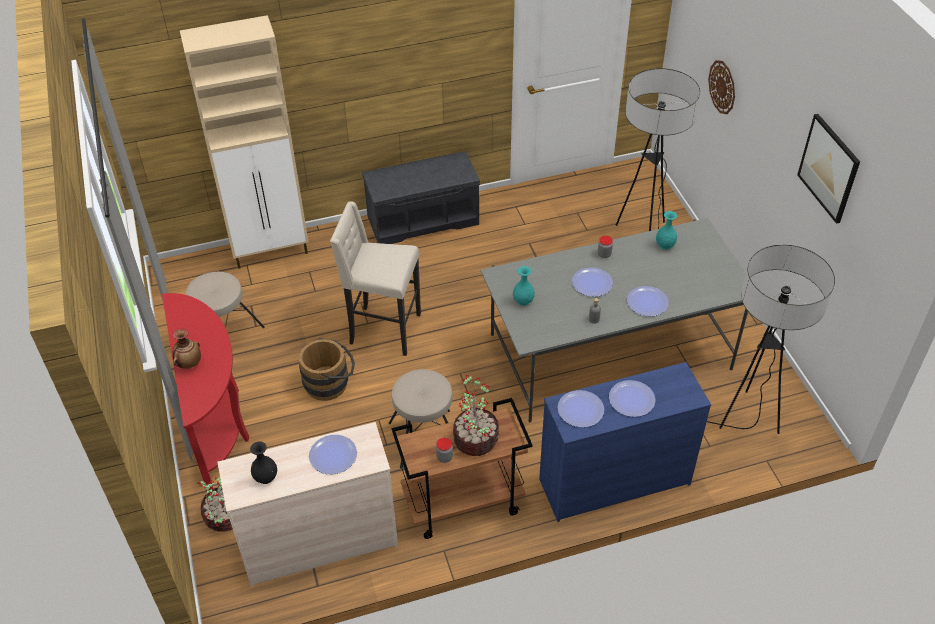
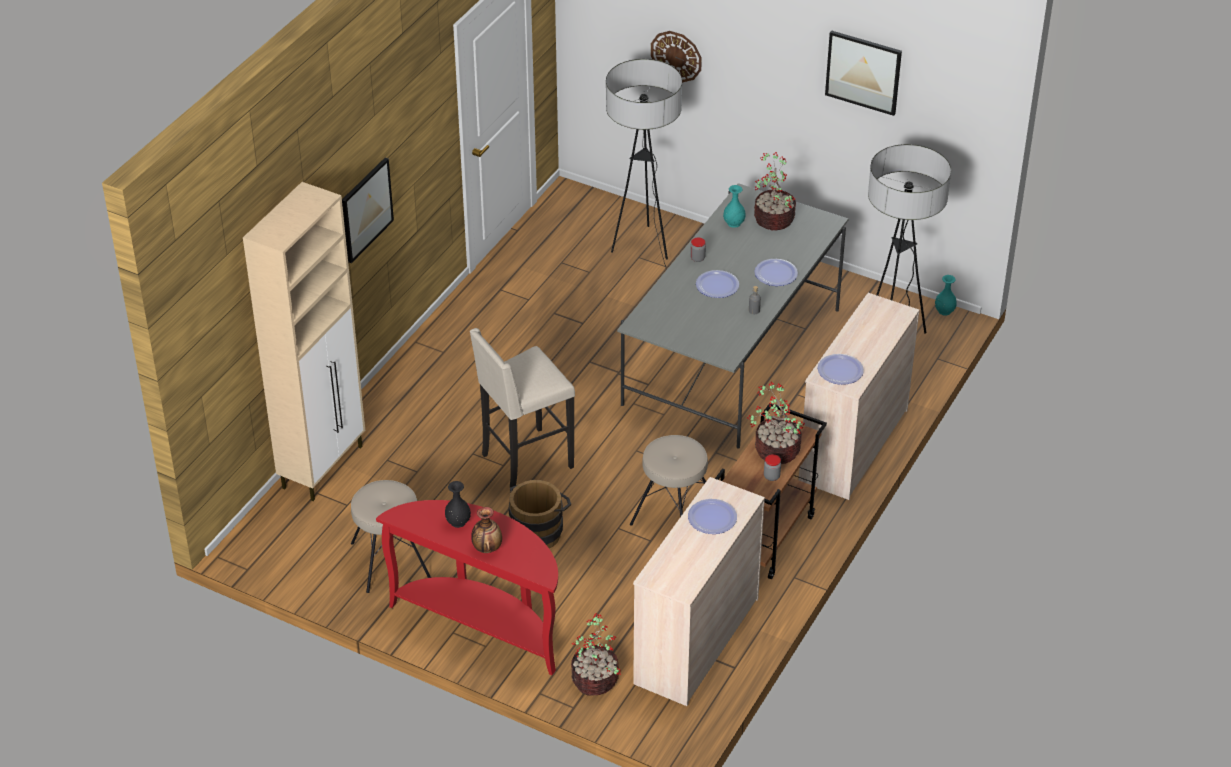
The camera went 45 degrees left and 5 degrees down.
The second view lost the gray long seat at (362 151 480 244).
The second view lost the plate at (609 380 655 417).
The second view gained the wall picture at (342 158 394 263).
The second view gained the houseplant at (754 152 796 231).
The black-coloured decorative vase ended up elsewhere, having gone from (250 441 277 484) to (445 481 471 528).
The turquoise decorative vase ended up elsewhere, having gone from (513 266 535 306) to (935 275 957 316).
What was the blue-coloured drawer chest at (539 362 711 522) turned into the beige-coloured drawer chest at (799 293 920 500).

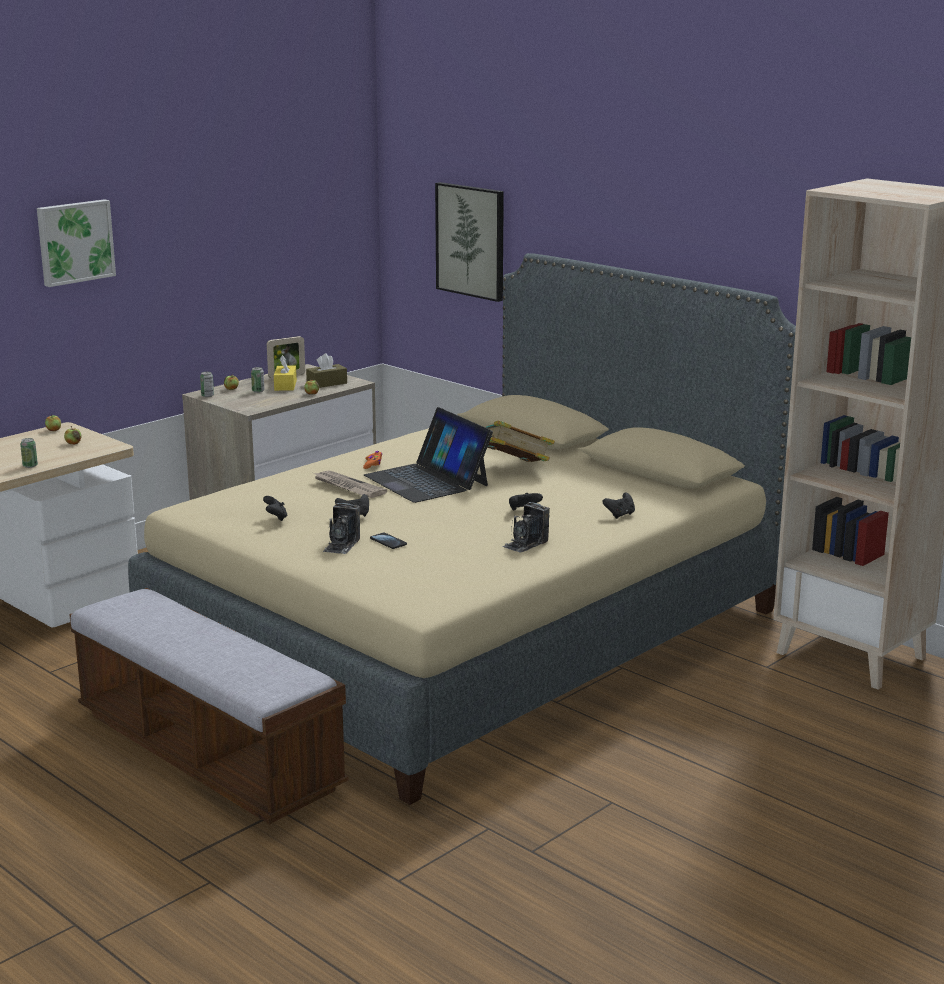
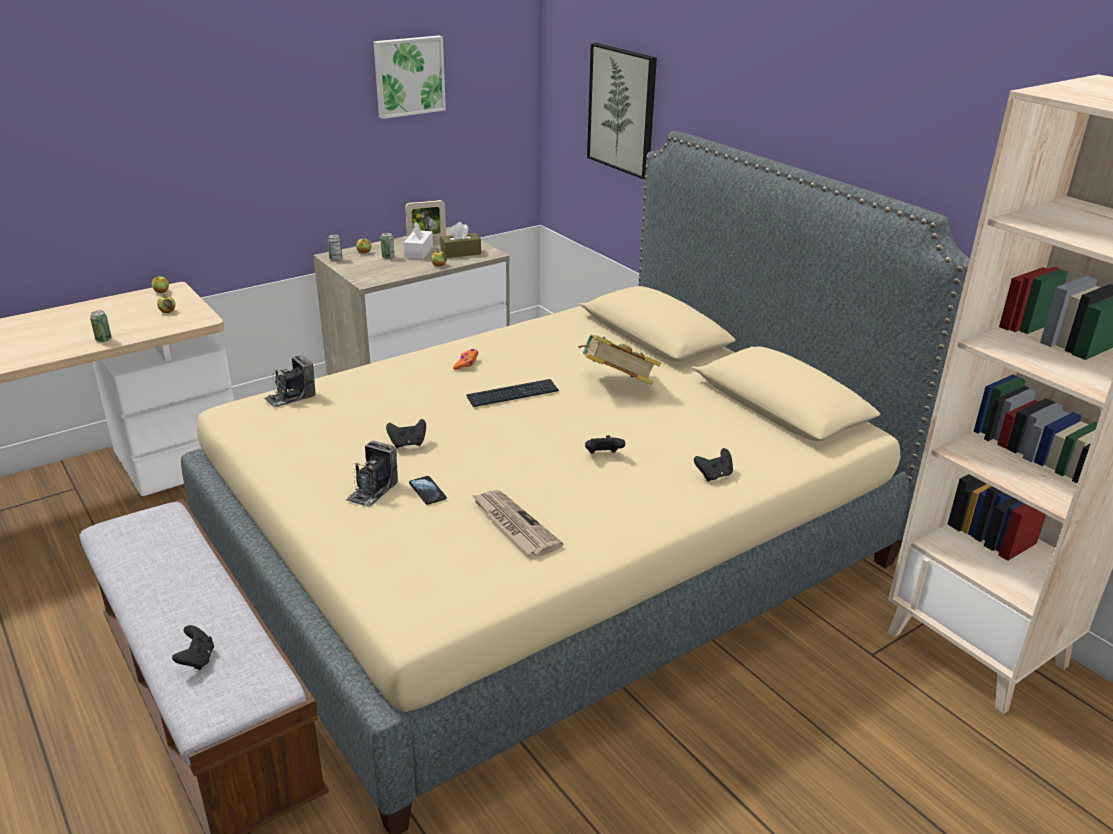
The camera went 10 degrees right and 10 degrees up.
The wall picture ended up elsewhere, having gone from (37 199 116 287) to (373 35 446 119).
The black-coloured gamepad ended up elsewhere, having gone from (263 496 287 521) to (172 625 214 670).
The printed paper ended up elsewhere, having gone from (313 471 387 498) to (472 490 564 557).
The photo camera ended up elsewhere, having gone from (502 502 550 553) to (263 355 315 408).
Where the notebook computer stood at (364 407 493 503), the computer keyboard came to stand at (467 379 559 407).
What was the yellowish box of tissues at (274 355 297 391) turned into the whitish box of tissues at (403 222 433 259).

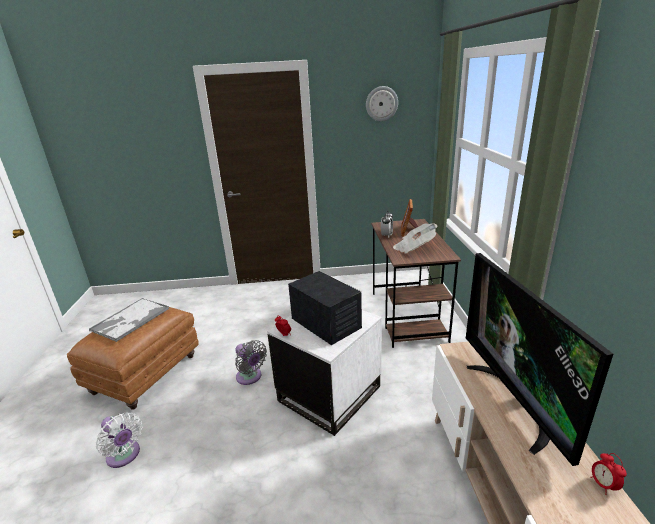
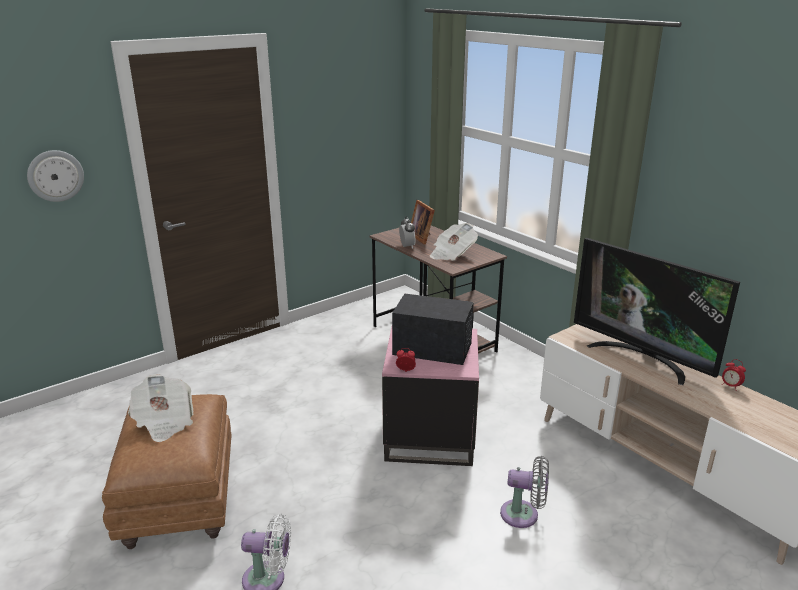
The camera went 35 degrees left and 0 degrees up.
The gray electric fan ended up elsewhere, having gone from (235 340 267 385) to (500 456 549 528).
The clock on the wall ended up elsewhere, having gone from (366 86 398 121) to (27 150 84 202).
Where the carrying tray stood at (89 298 169 342), the printed paper came to stand at (128 374 193 442).
What was the whitish end table at (267 310 382 436) turned into the pink-coloured end table at (382 327 479 466).

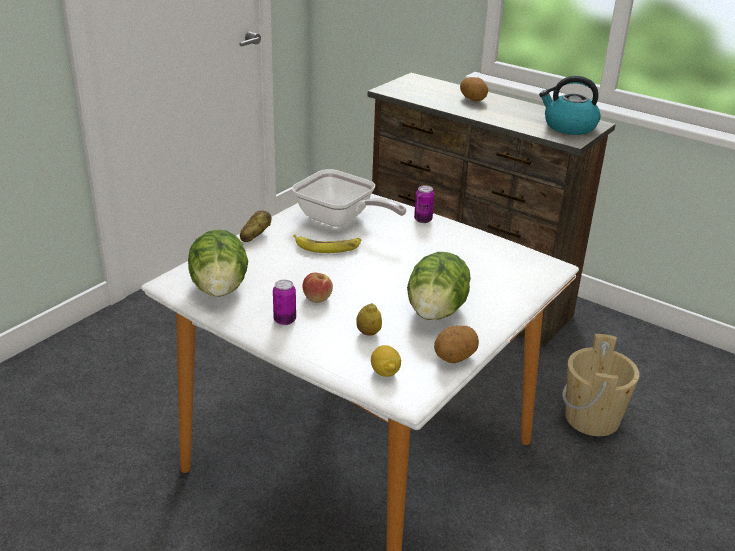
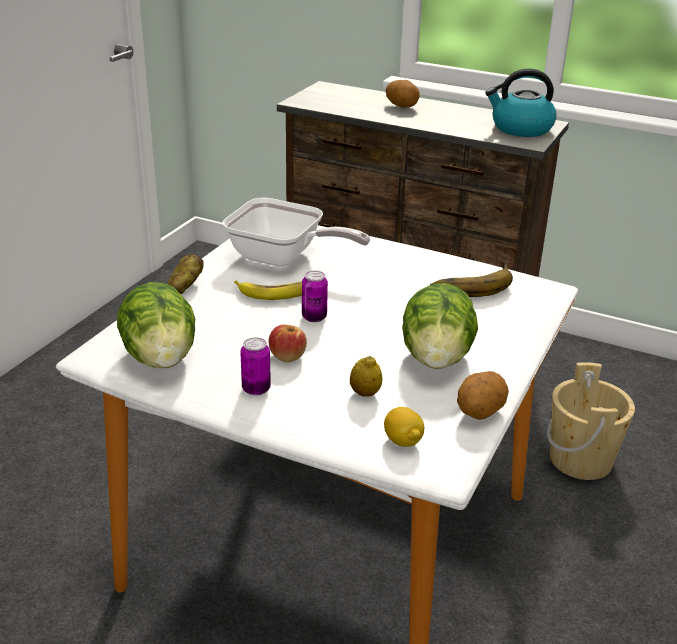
The camera went 10 degrees left and 0 degrees up.
The second view gained the whole banana at (430 260 513 297).
The can ended up elsewhere, having gone from (414 185 434 223) to (302 270 328 322).

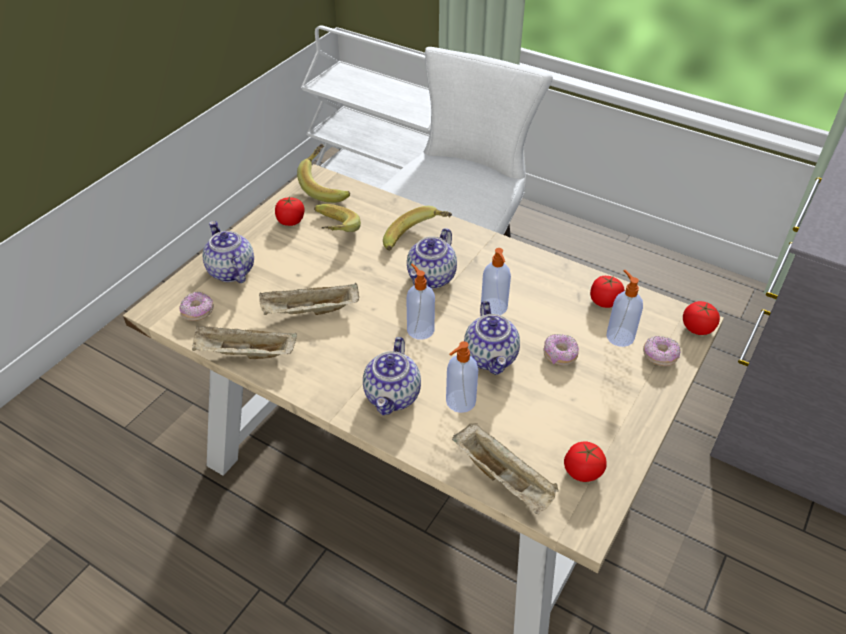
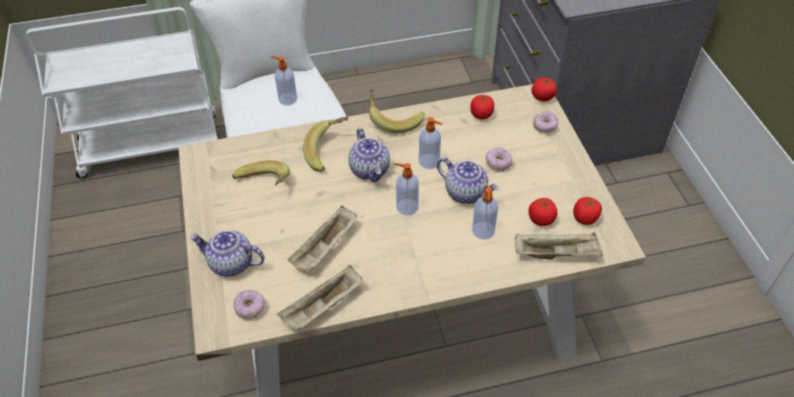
The camera went 45 degrees left and 5 degrees up.
The second view lost the tea pot at (363 337 421 415).
The fresh tomato ended up elsewhere, having gone from (275 197 305 226) to (528 198 558 226).
The whole banana ended up elsewhere, having gone from (297 144 350 203) to (369 89 424 133).
The soap dispenser ended up elsewhere, having gone from (607 270 643 347) to (271 56 297 106).

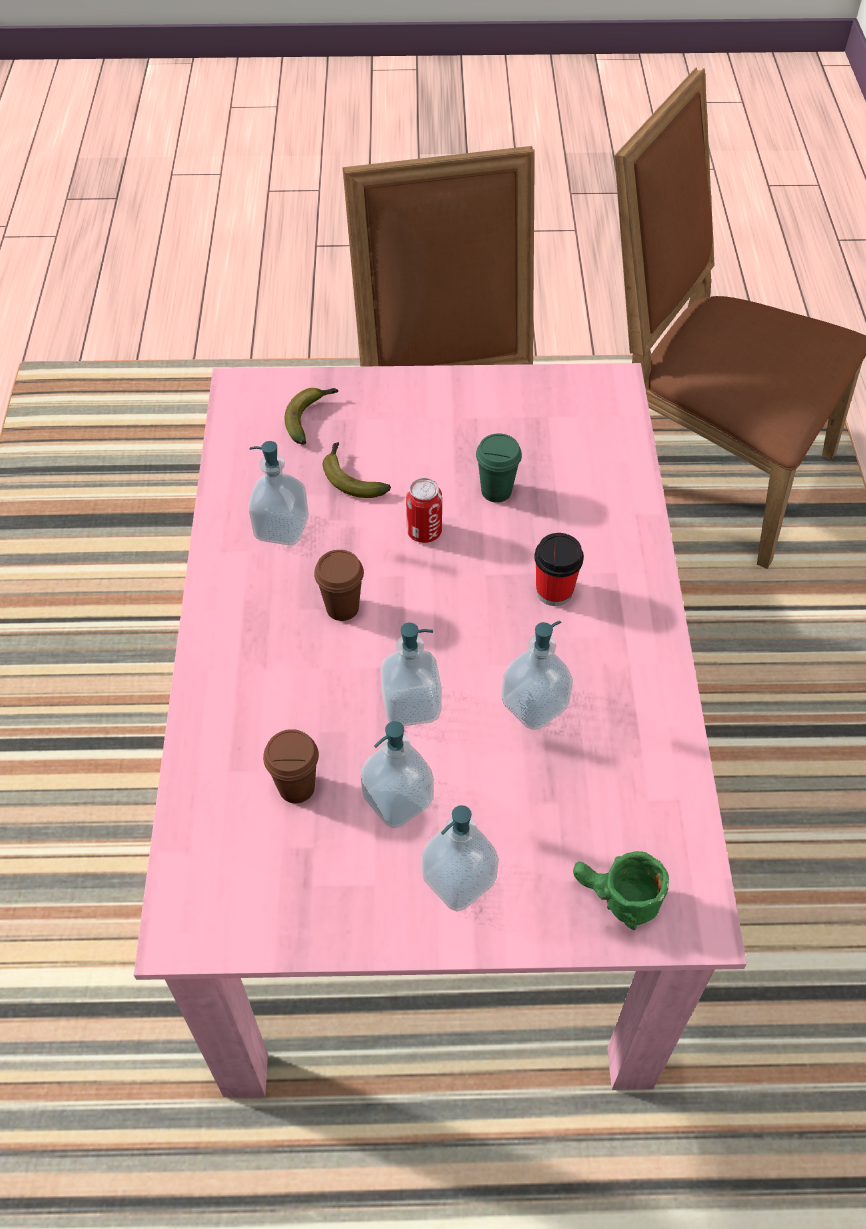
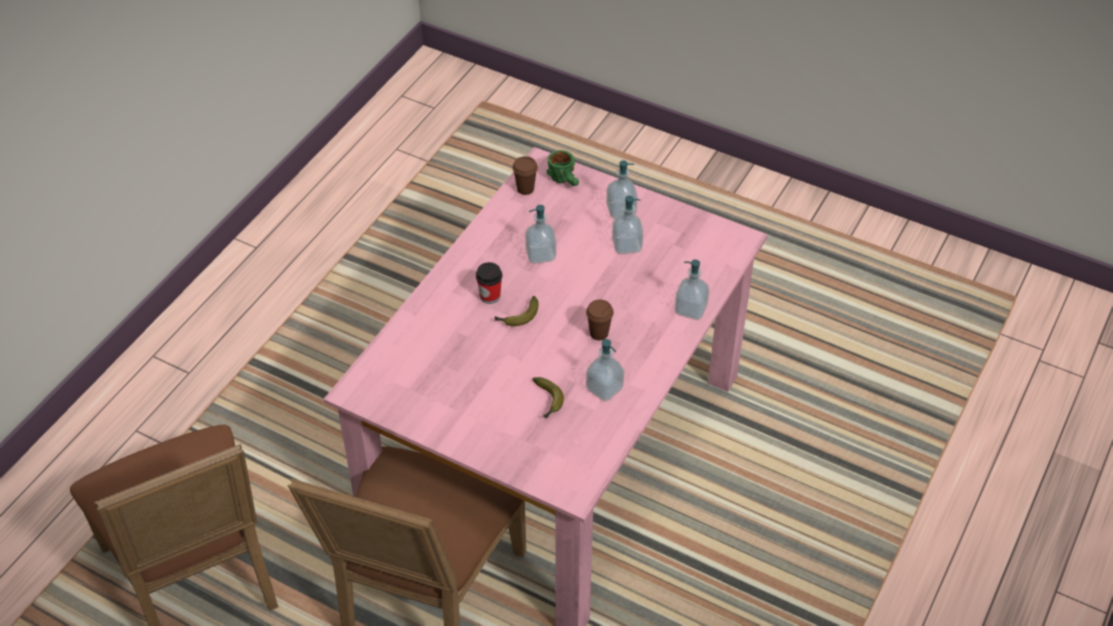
The camera went 150 degrees left and 5 degrees down.
The second view lost the can at (406 478 442 543).
The second view lost the green small cup at (476 434 522 502).
The brown-coloured small cup ended up elsewhere, having gone from (263 729 319 803) to (513 156 538 195).
The whole banana ended up elsewhere, having gone from (285 388 338 444) to (495 296 539 326).
The soap dispenser ended up elsewhere, having gone from (380 623 442 726) to (675 259 709 320).

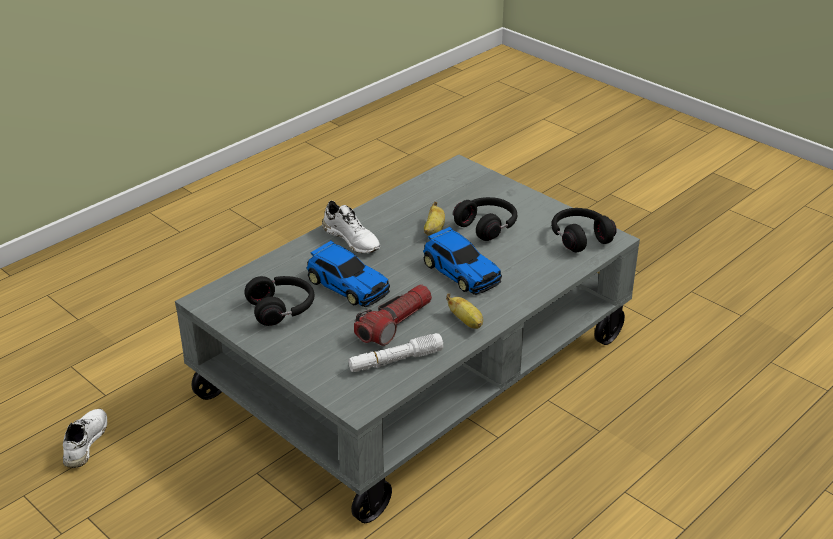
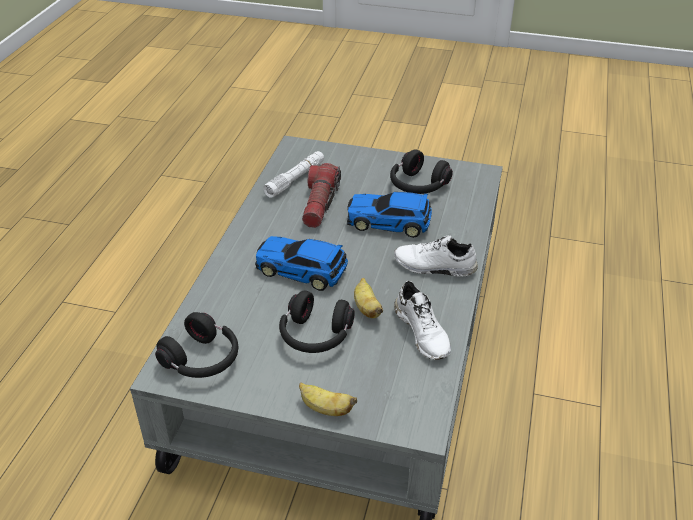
The camera went 150 degrees right and 5 degrees up.
The whitish shoe ended up elsewhere, having gone from (63 409 107 468) to (394 281 451 360).
The whole banana ended up elsewhere, having gone from (446 293 483 329) to (299 383 357 416).

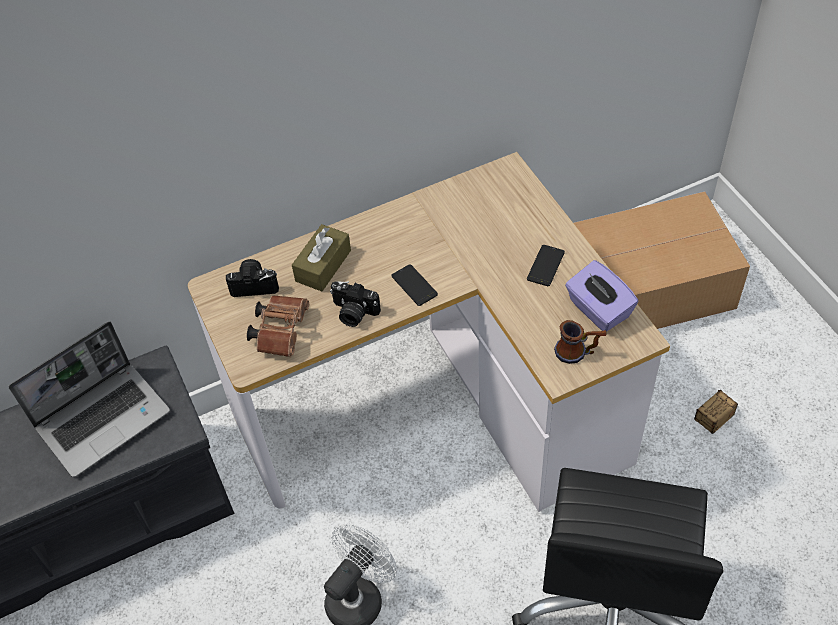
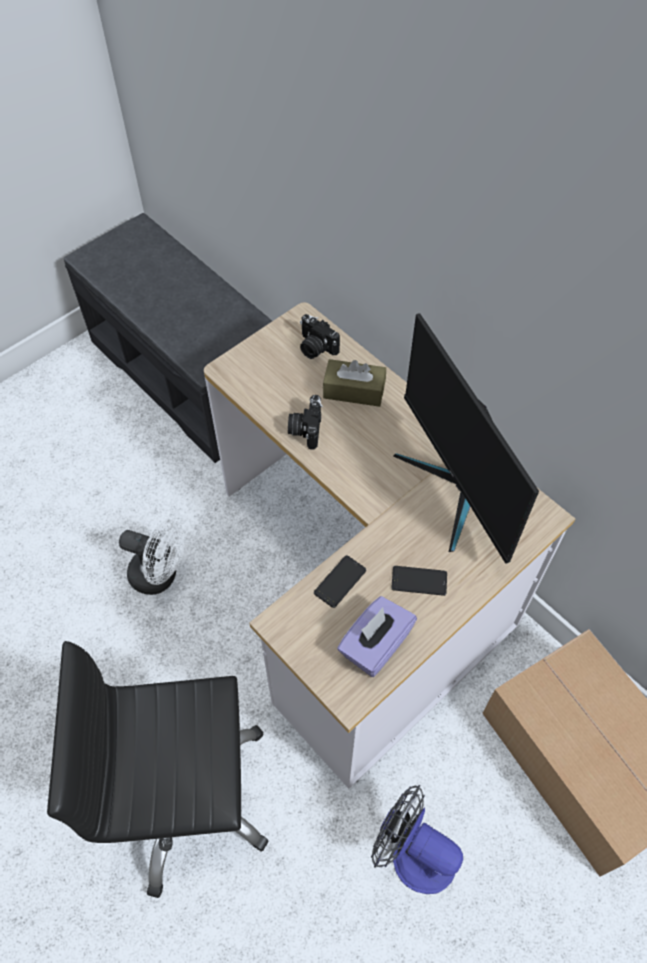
The camera went 70 degrees right and 5 degrees up.
The second view lost the notebook computer at (9 321 170 477).
The second view lost the brown-coloured field glasses at (247 295 309 357).
The second view lost the tea mug at (554 320 607 364).
The second view gained the computer display at (393 313 539 564).
The handset ended up elsewhere, having gone from (391 264 438 306) to (314 555 366 608).
Where the storage container stood at (689 390 738 434), the electric fan came to stand at (371 785 463 894).
The photo camera at (226 259 279 297) ended up facing another way, 150 degrees clockwise from before.

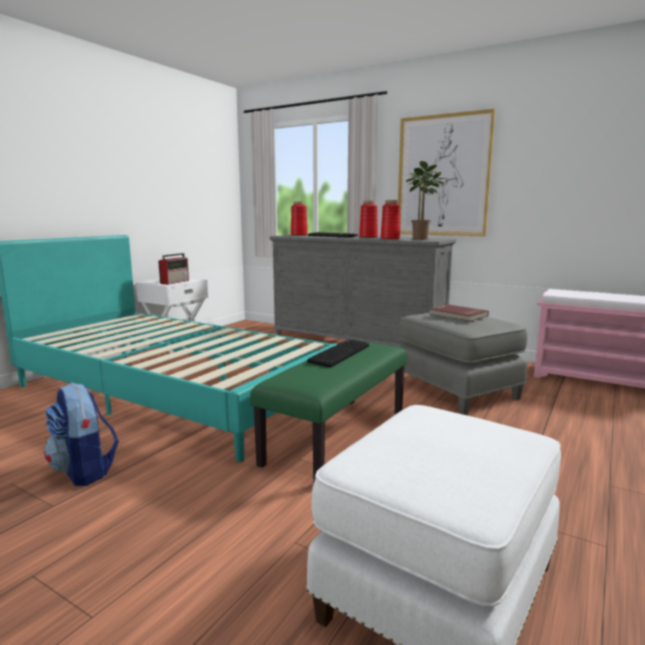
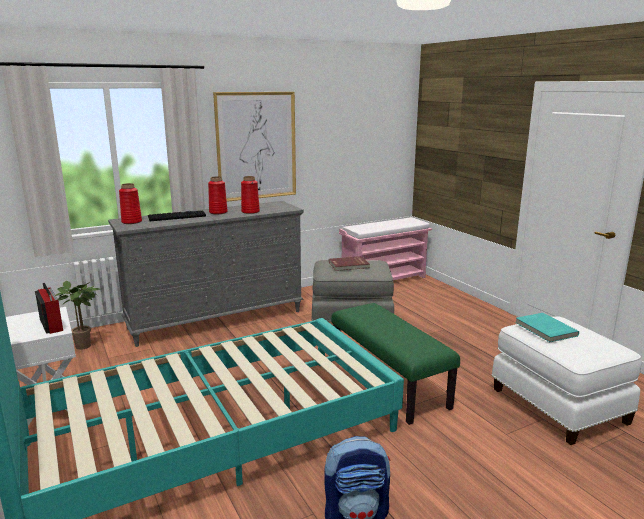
The camera went 60 degrees left and 5 degrees up.
The second view lost the computer keyboard at (307 340 369 368).
The second view gained the turquoise bound book at (515 313 579 342).
The houseplant ended up elsewhere, having gone from (406 161 446 240) to (55 281 100 350).

